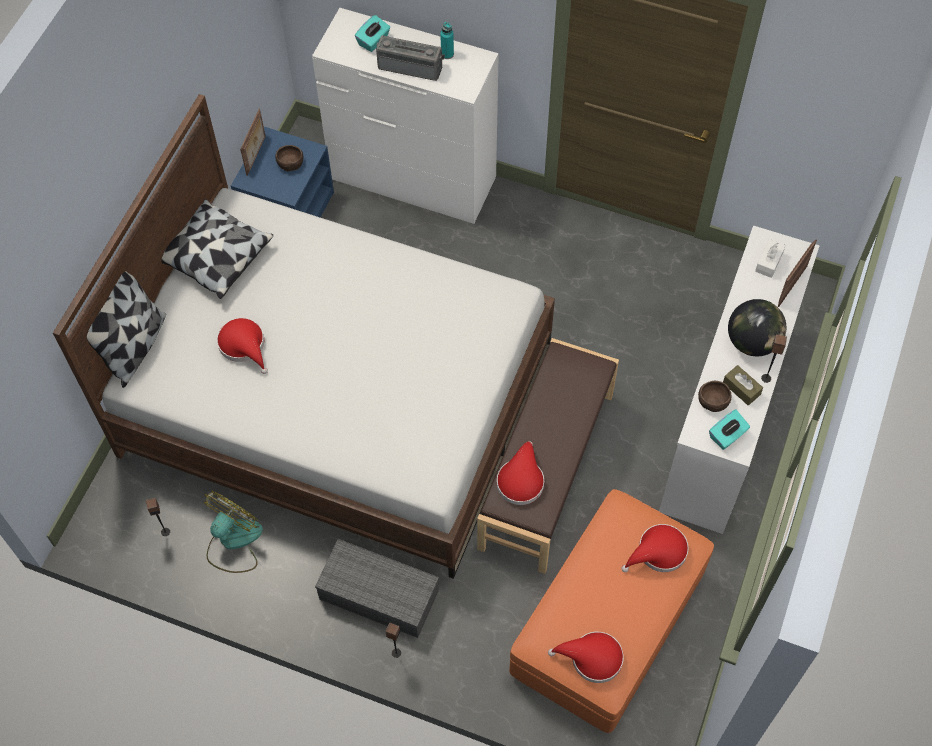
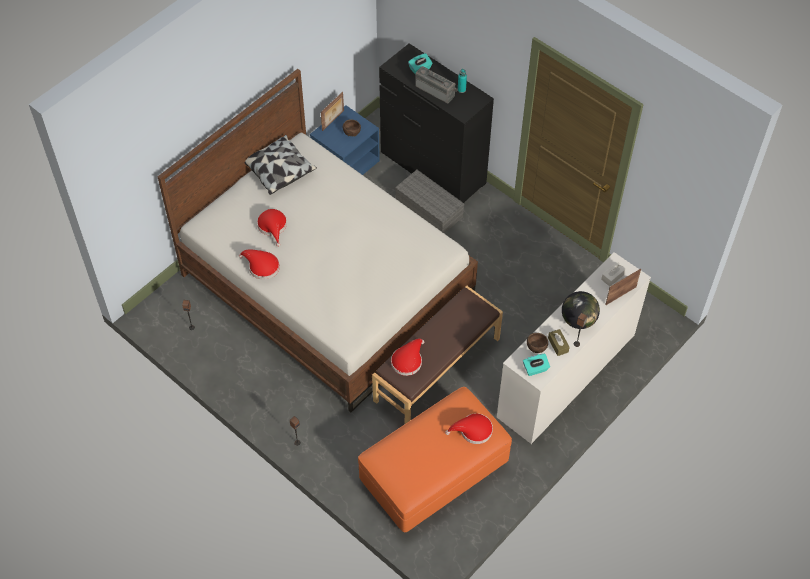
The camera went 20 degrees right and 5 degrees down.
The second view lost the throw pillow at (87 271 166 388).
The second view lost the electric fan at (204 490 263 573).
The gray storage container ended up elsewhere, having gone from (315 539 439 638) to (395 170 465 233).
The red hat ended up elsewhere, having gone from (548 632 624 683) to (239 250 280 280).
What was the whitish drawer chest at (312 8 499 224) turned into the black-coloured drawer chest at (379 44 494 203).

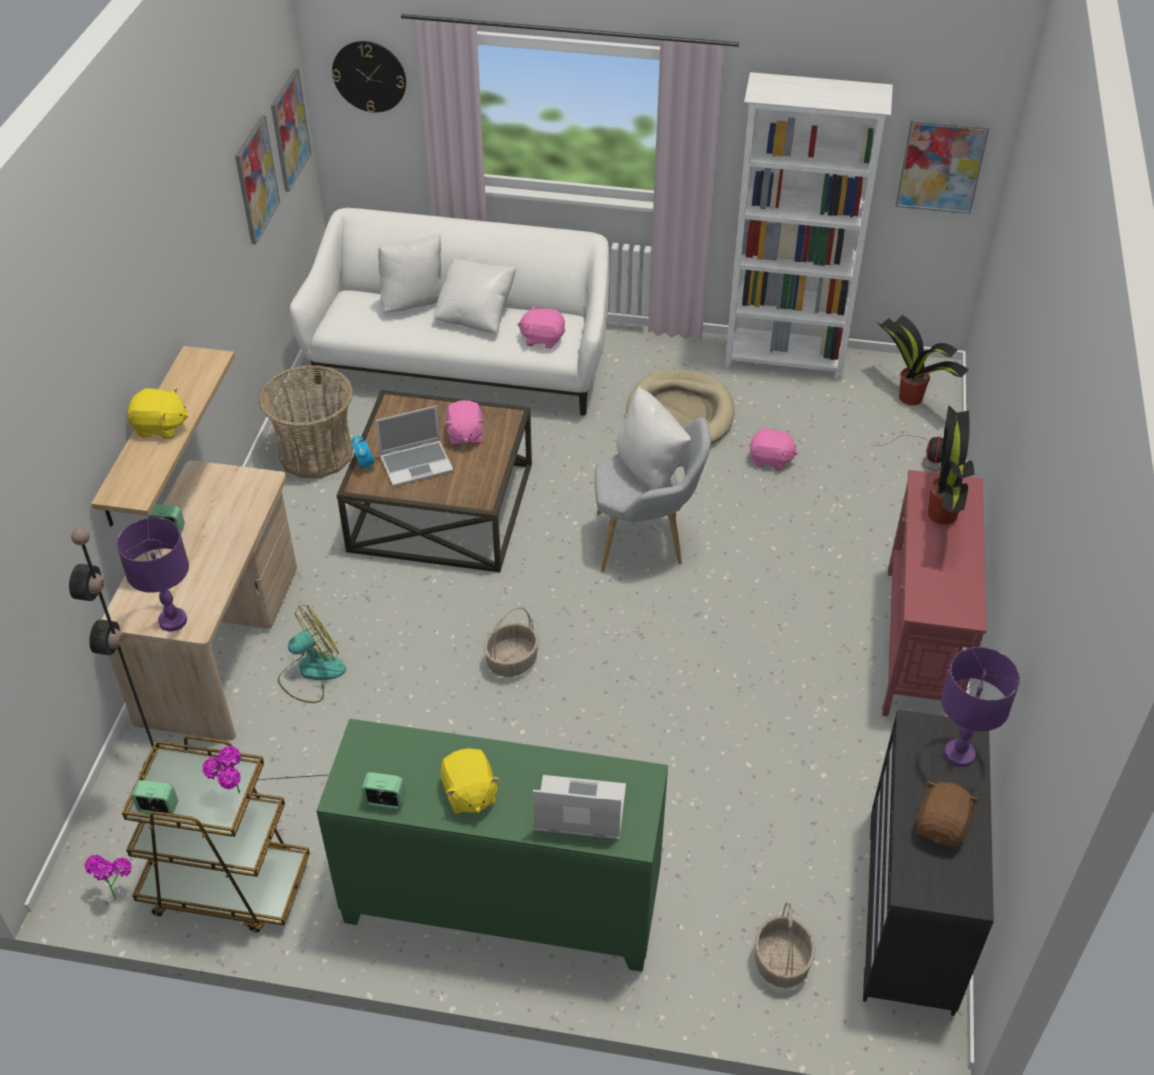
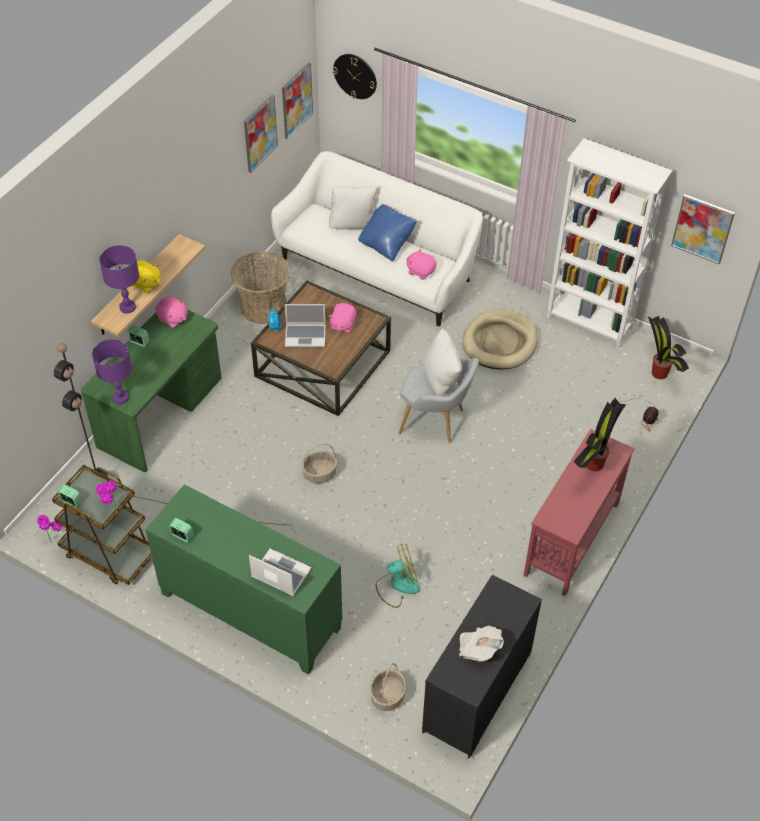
The camera went 20 degrees right and 5 degrees up.
The second view lost the yellowish soft toy at (440 748 500 814).
The electric fan ended up elsewhere, having gone from (278 605 346 703) to (376 544 420 608).
The pink-coloured soft toy ended up elsewhere, having gone from (749 428 798 471) to (155 296 187 328).
The purplish lamp for a table ended up elsewhere, having gone from (941 647 1020 767) to (99 245 139 313).
Where the brown-coloured soft toy stood at (917 781 981 847), the printed paper came to stand at (459 625 504 662).
What was the beige-coloured desk table at (101 460 297 740) turned into the green desk table at (81 310 222 472).
What was the whitish throw pillow at (434 259 517 334) turned into the blue-coloured throw pillow at (358 204 417 261).

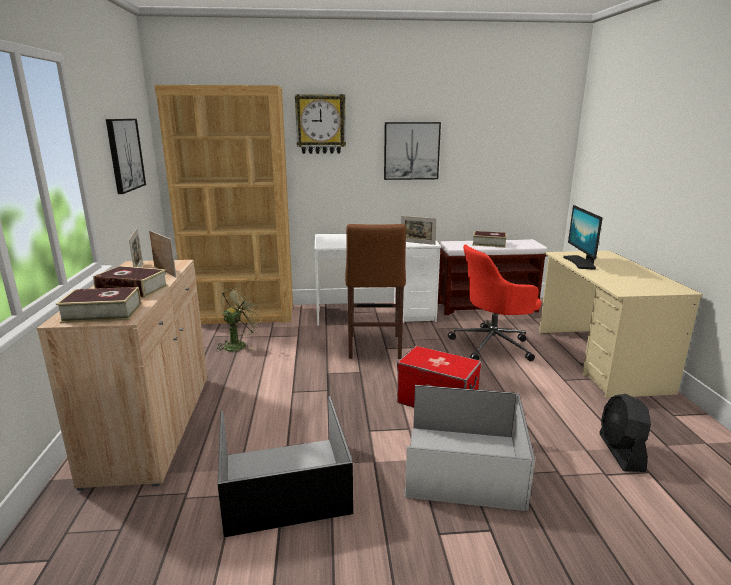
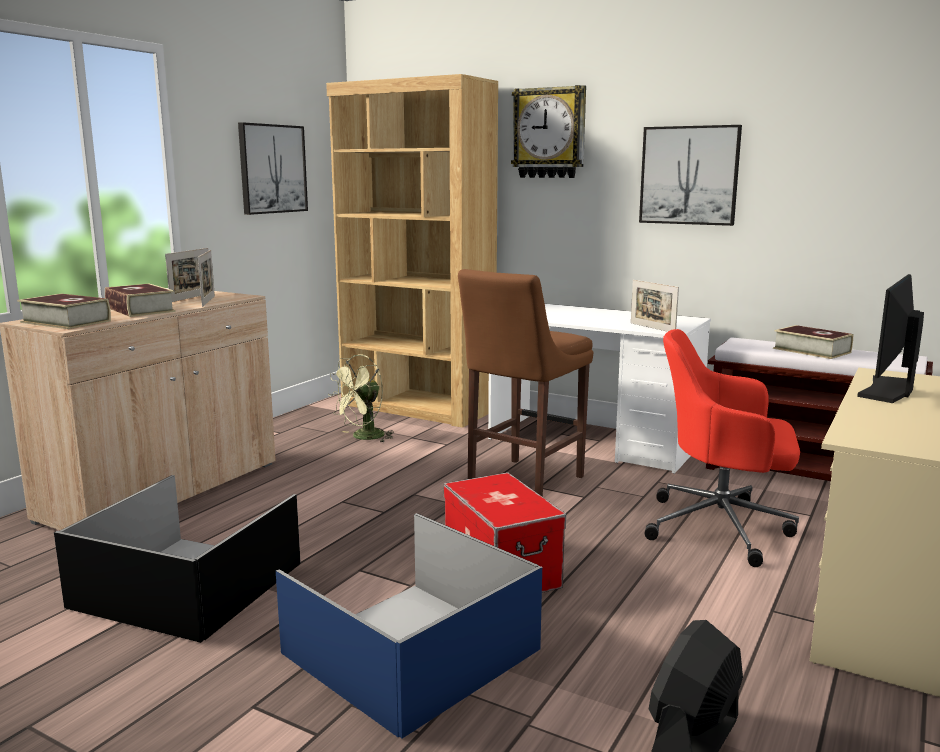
The camera went 35 degrees right and 5 degrees down.
What was the whitish storage container at (404 385 535 511) turned into the blue-coloured storage container at (276 513 542 739).
The green electric fan at (216 287 261 351) ended up facing another way, 150 degrees clockwise from before.

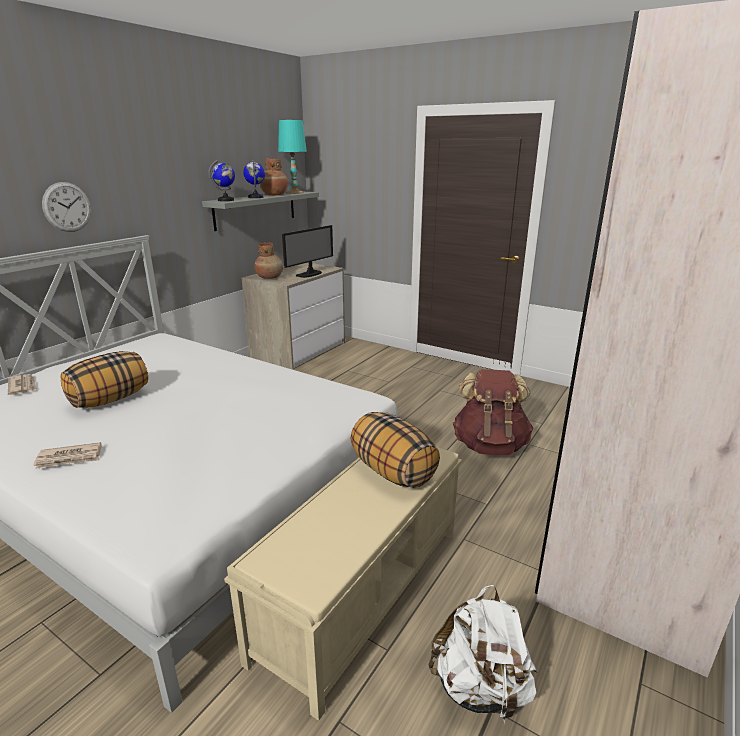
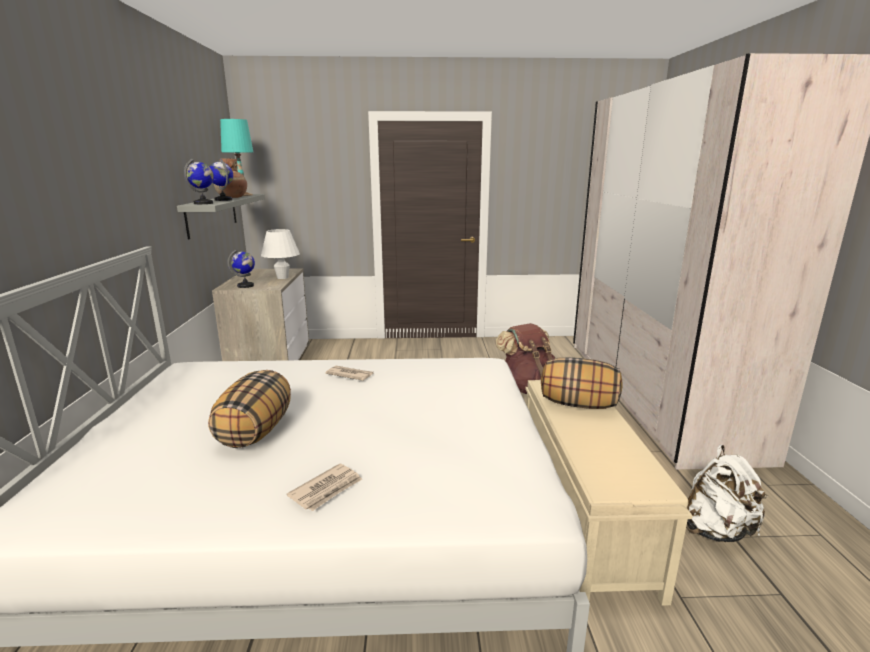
The camera went 35 degrees left and 5 degrees down.
The second view lost the clock on the wall at (42 182 91 232).
The printed paper ended up elsewhere, having gone from (8 374 37 395) to (325 366 373 381).
Where the brown-coloured decorative vase stood at (254 243 283 279), the world globe came to stand at (228 249 255 288).
Where the computer display stood at (282 225 333 278), the whitish lamp for a table came to stand at (261 229 300 279).

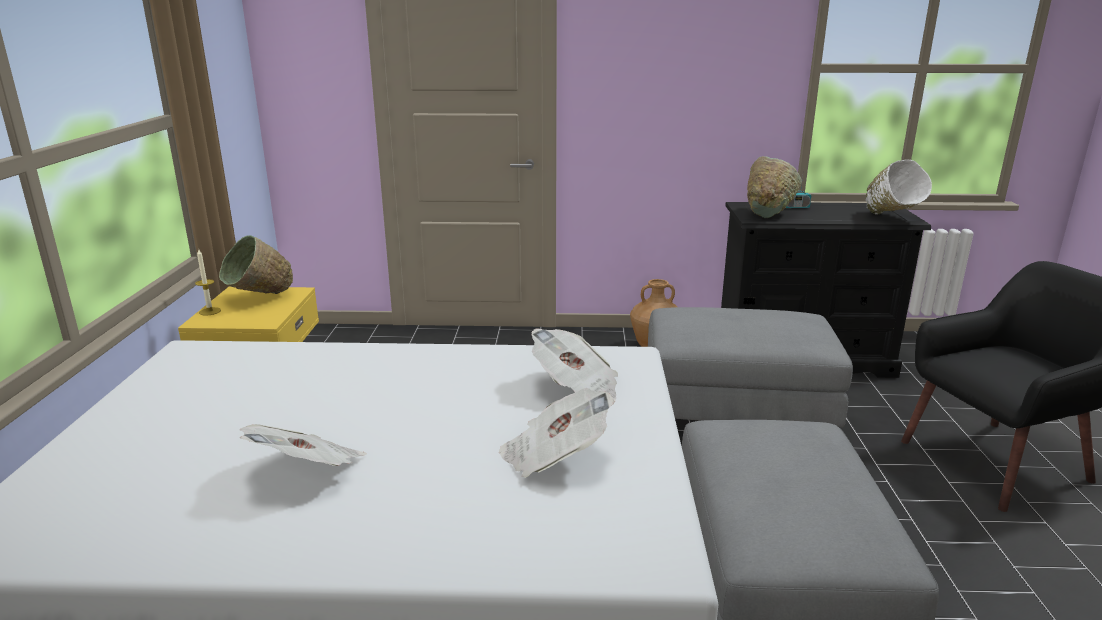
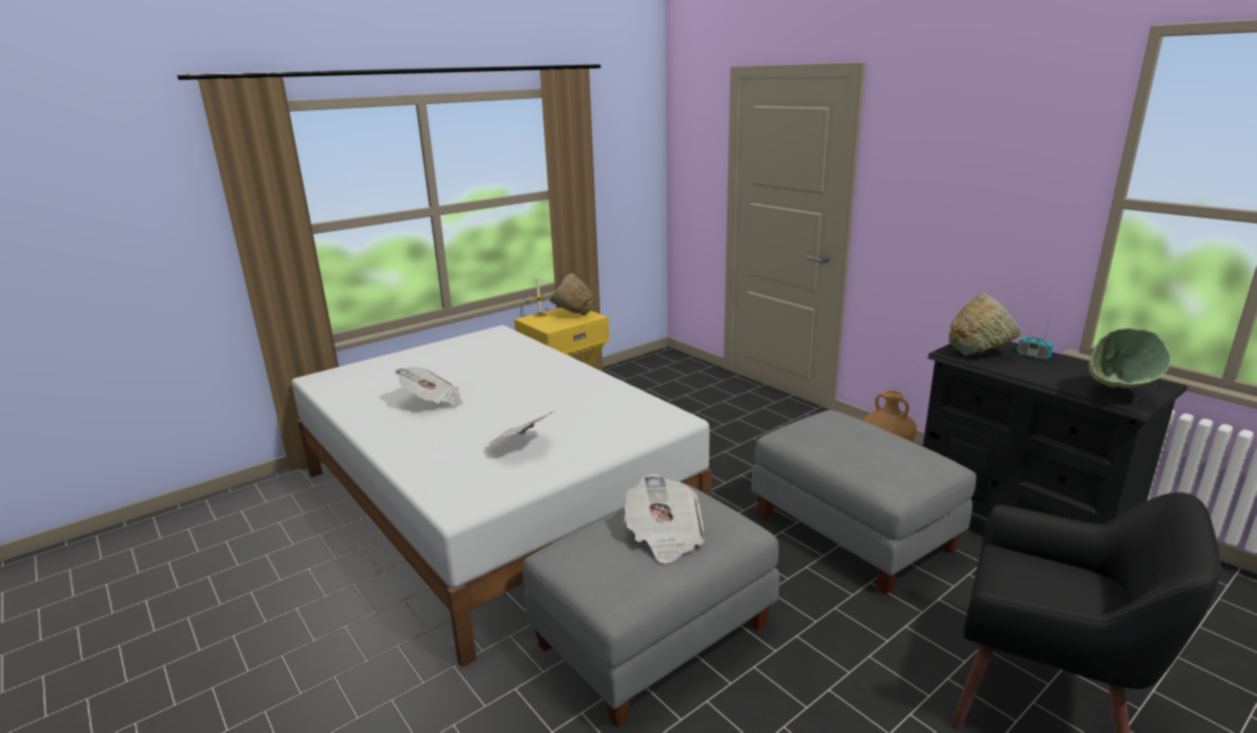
The camera went 50 degrees right and 0 degrees up.
The printed paper ended up elsewhere, having gone from (531 328 618 402) to (624 474 704 564).
What was the whitish serving bowl at (865 159 932 215) turned into the green serving bowl at (1088 328 1171 388).

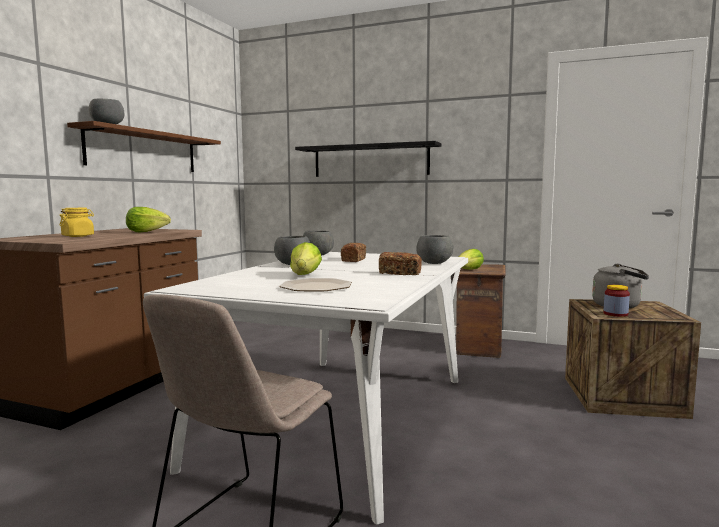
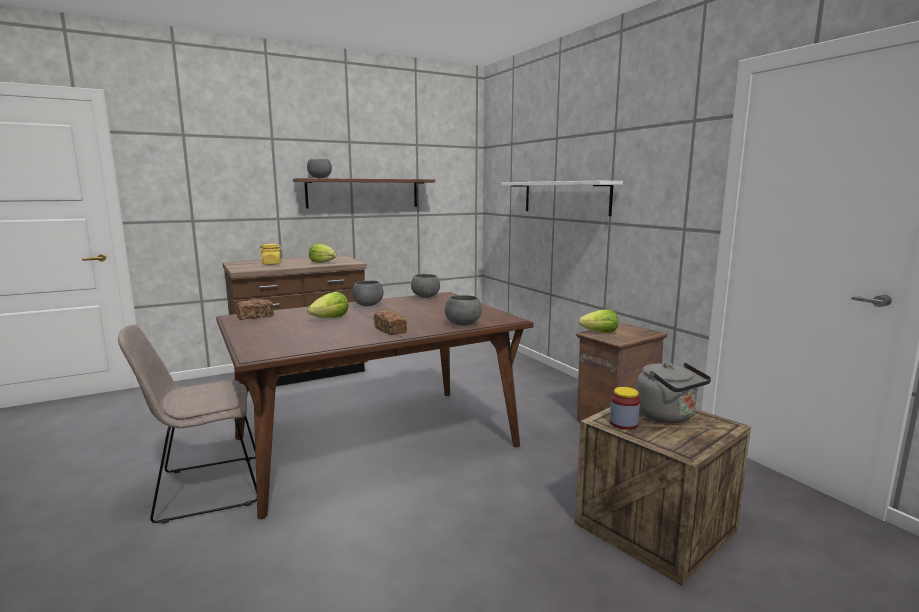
The camera went 40 degrees right and 5 degrees up.
The second view lost the plate at (279 278 352 292).
The bread ended up elsewhere, having gone from (341 243 366 262) to (236 299 274 320).
What was the whitish kitchen table at (144 252 468 524) turned into the brown-coloured kitchen table at (216 292 534 519).
What was the black-coloured wall shelf at (295 141 441 177) turned into the whitish wall shelf at (501 181 623 216).

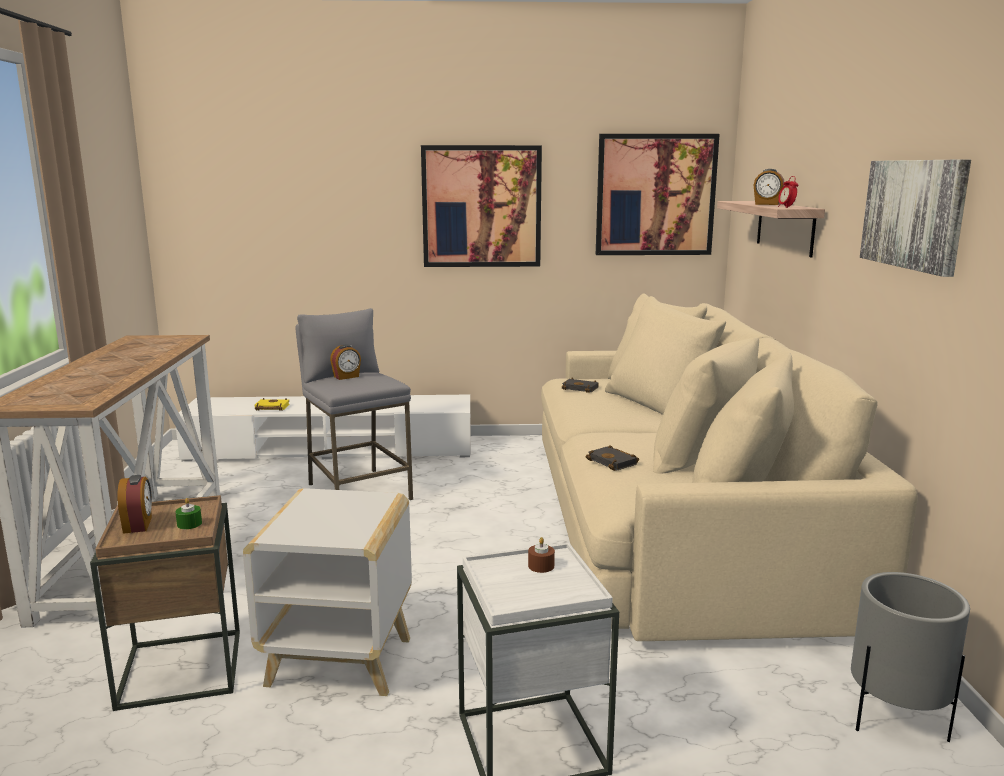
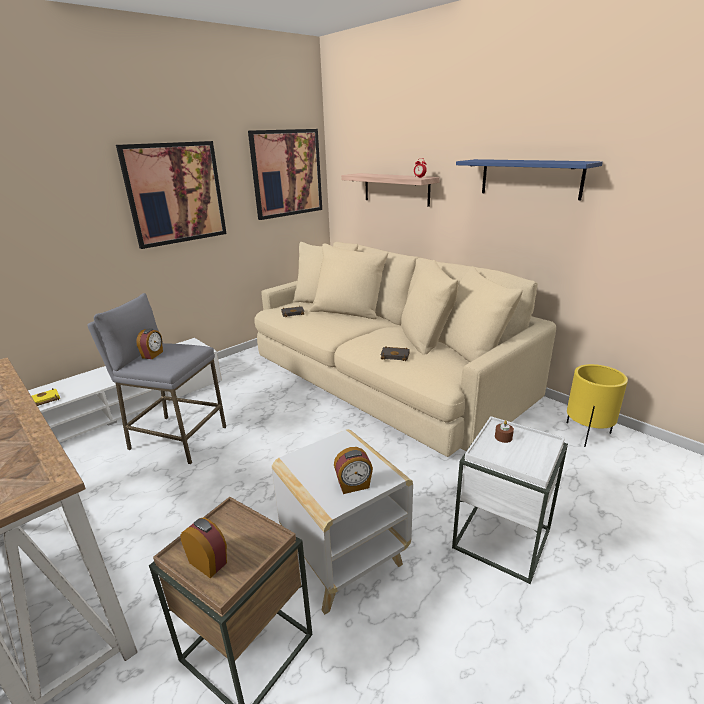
The camera went 40 degrees left and 10 degrees up.
The second view lost the green wax candle at (175 498 202 529).
The bedside clock ended up elsewhere, having gone from (754 169 784 205) to (334 447 373 494).
Where the wall picture hung at (860 159 971 277), the blue-coloured wall shelf came to hang at (456 159 603 200).
What was the gray flower pot at (851 572 970 742) turned into the yellowish flower pot at (567 364 628 447).

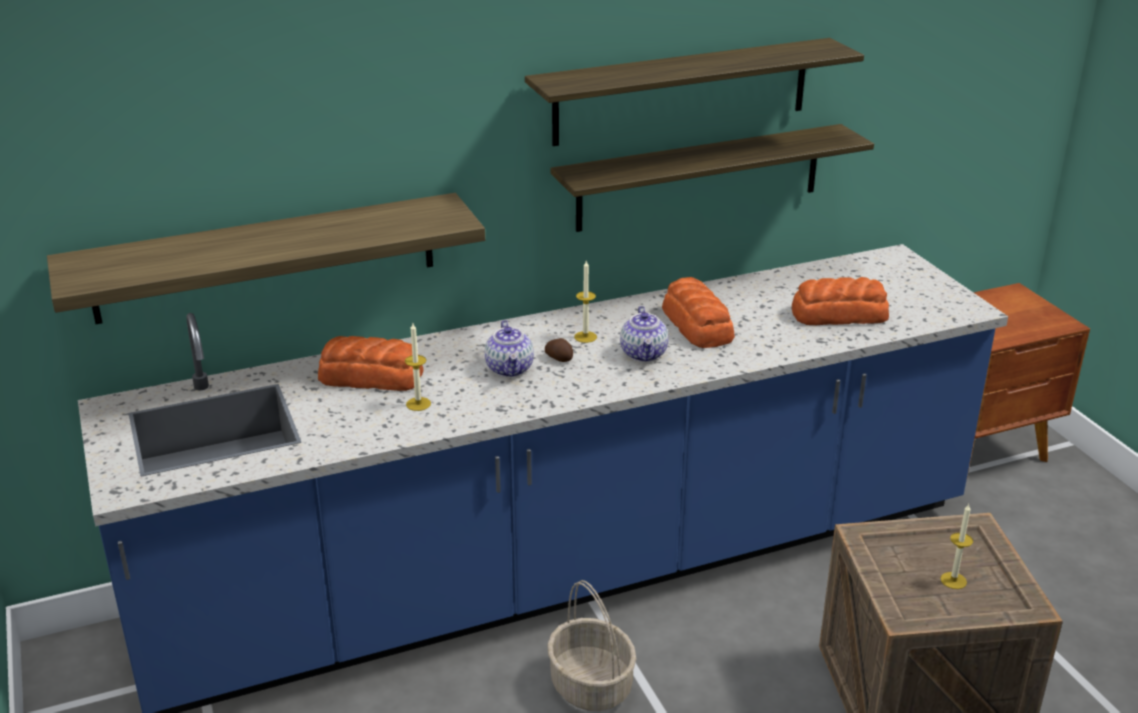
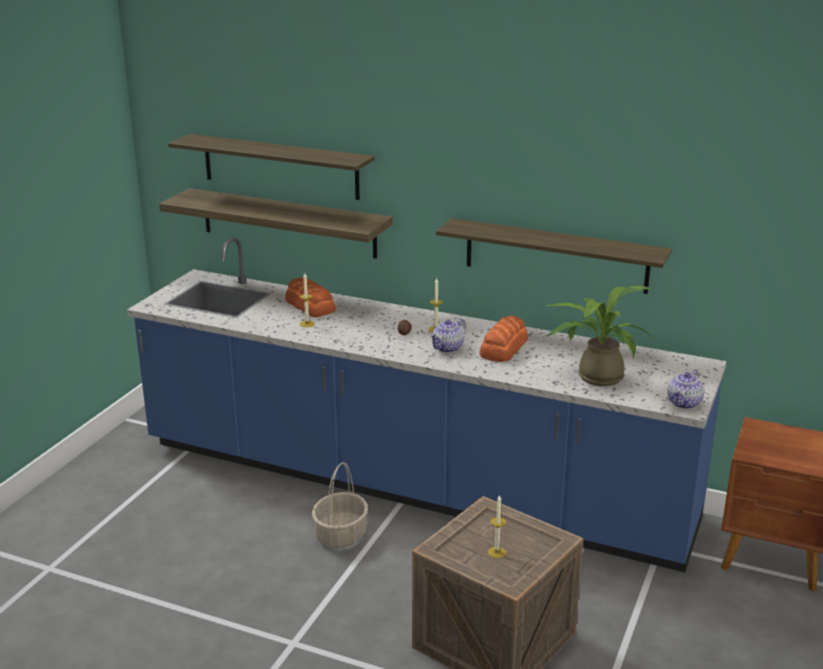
The camera went 45 degrees right and 5 degrees down.
The tea pot ended up elsewhere, having gone from (485 320 534 377) to (668 370 704 409).
The wall shelf ended up elsewhere, having gone from (525 38 864 146) to (168 134 375 200).
Where the bread stood at (792 277 889 325), the houseplant came to stand at (544 286 656 386).

